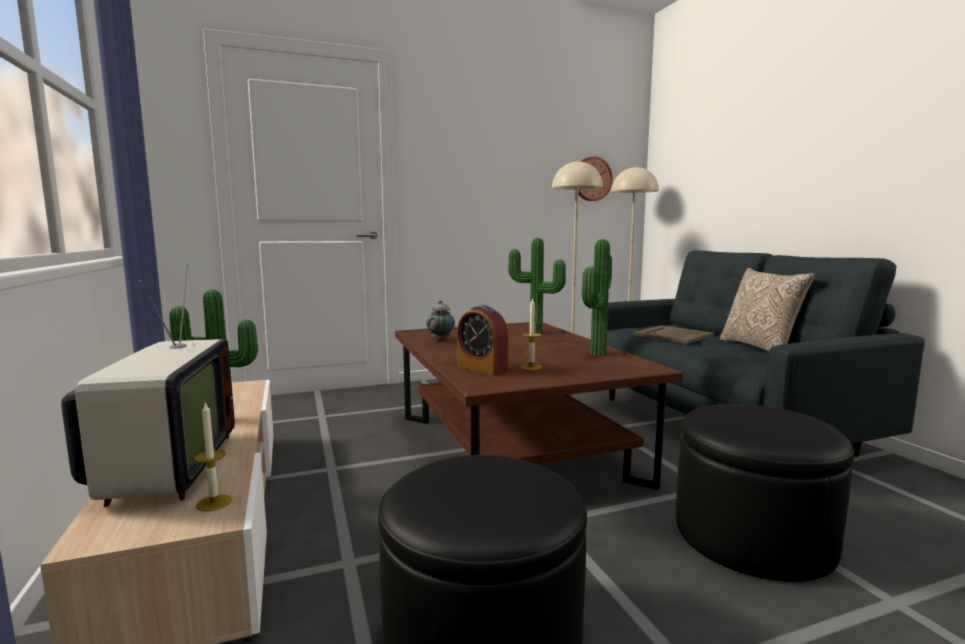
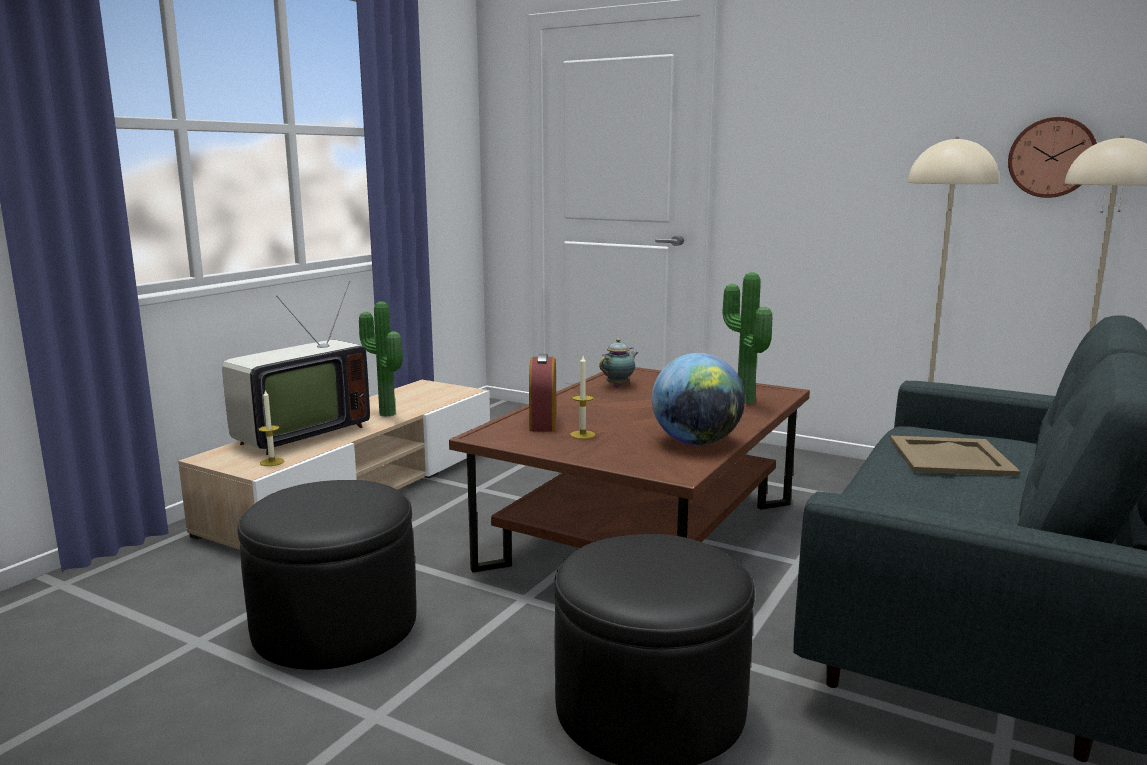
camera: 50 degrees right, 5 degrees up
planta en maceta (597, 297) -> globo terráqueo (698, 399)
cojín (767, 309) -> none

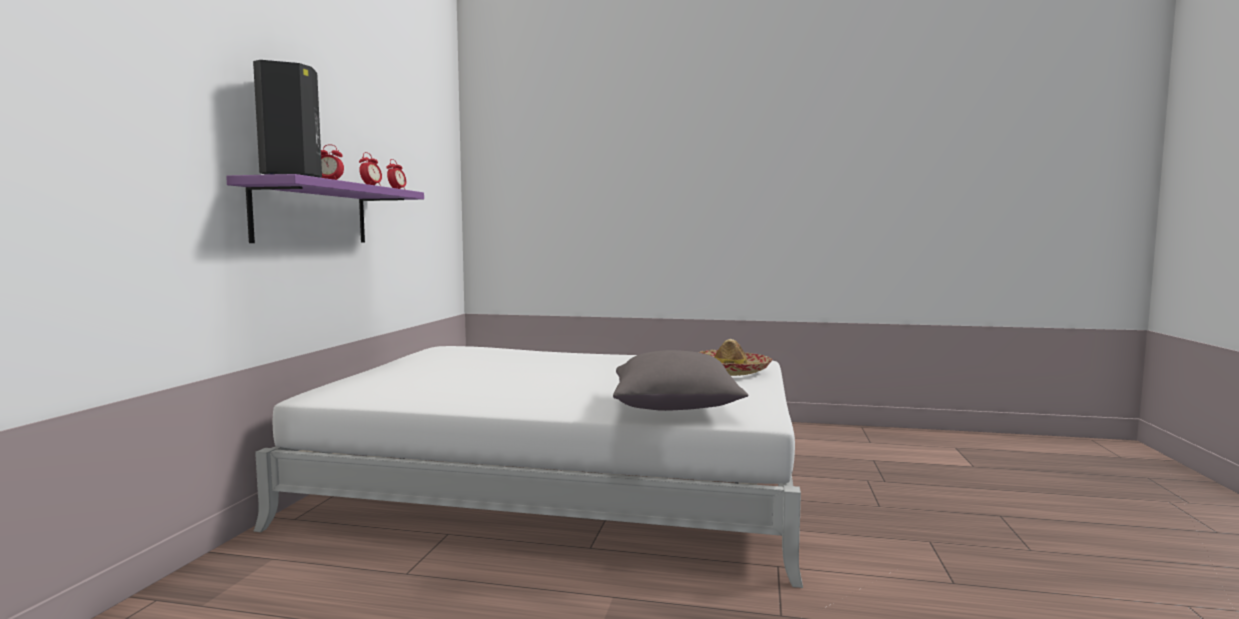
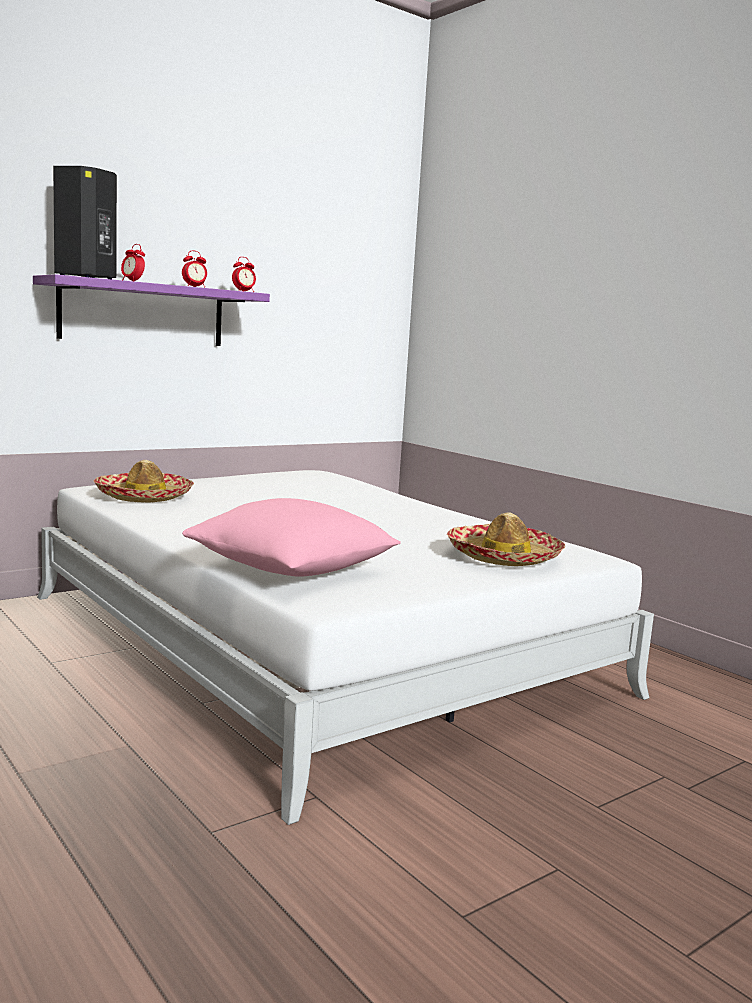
camera: 40 degrees right, 5 degrees up
cojín (gris) (680, 380) -> cojín (rosa) (291, 537)
none -> sombrero (144, 481)

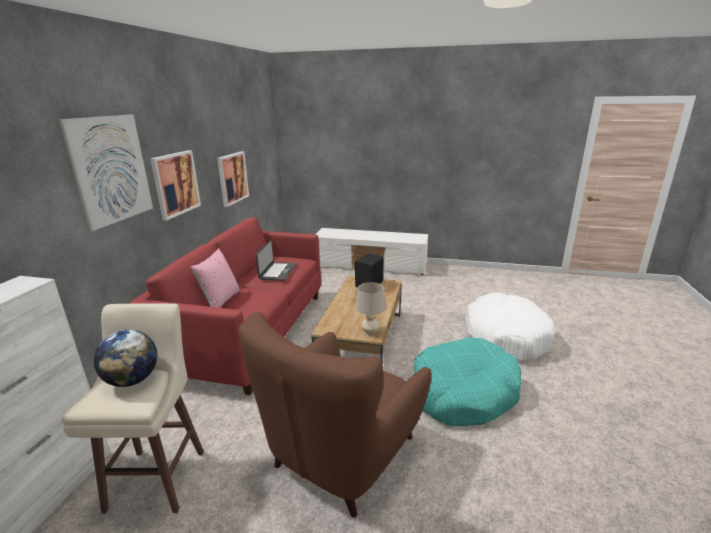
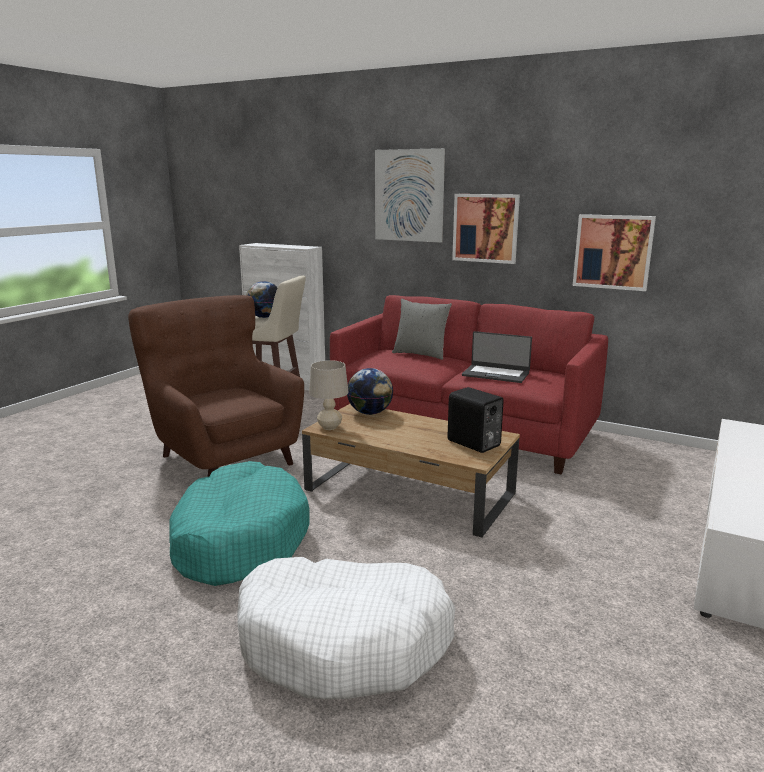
camera: 105 degrees right, 5 degrees down
cojín (rosa) (215, 278) -> cojín (gris) (422, 329)
none -> globo terráqueo (370, 391)

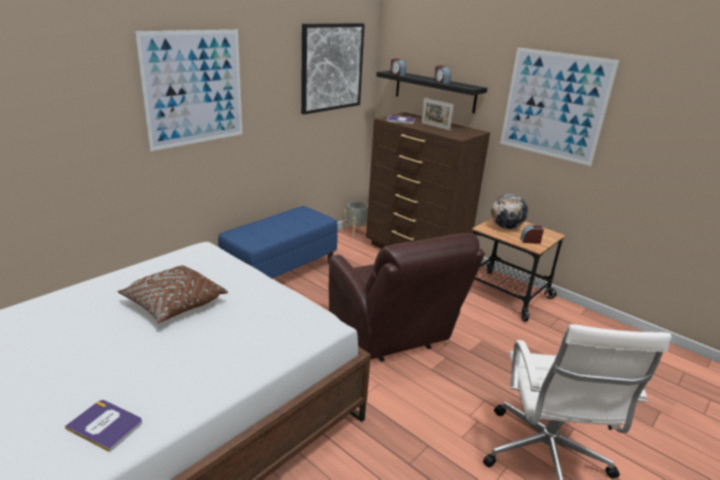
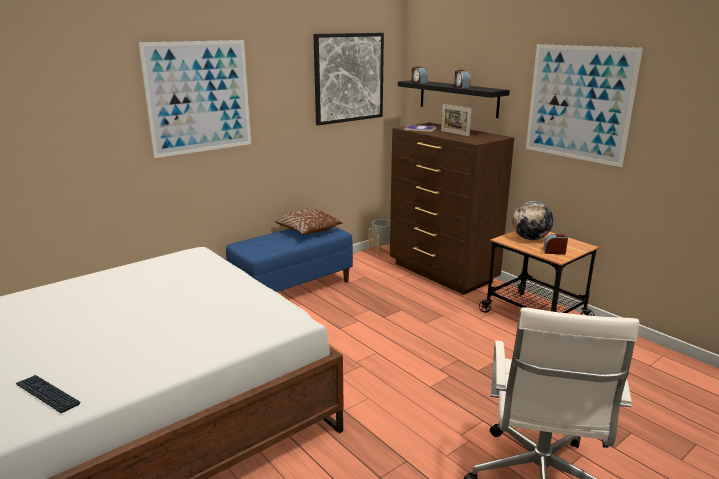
camera: 10 degrees right, 5 degrees down
sillón (marrón) (407, 297) -> none
cojín (marrón) (172, 294) -> cojín (marrón) (308, 222), moved
libro (103, 426) -> teclado (48, 394)

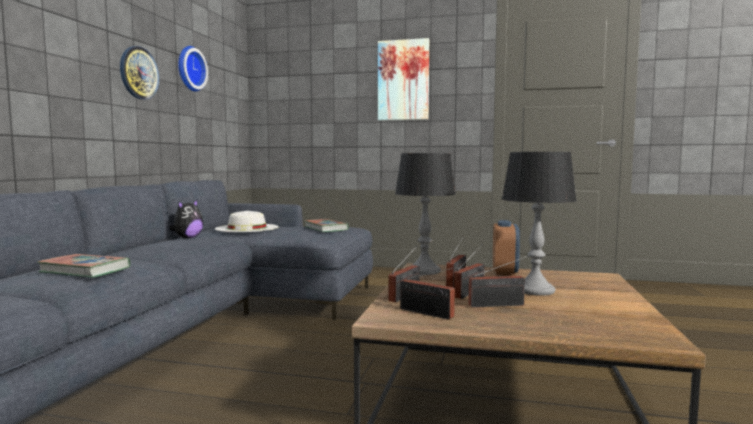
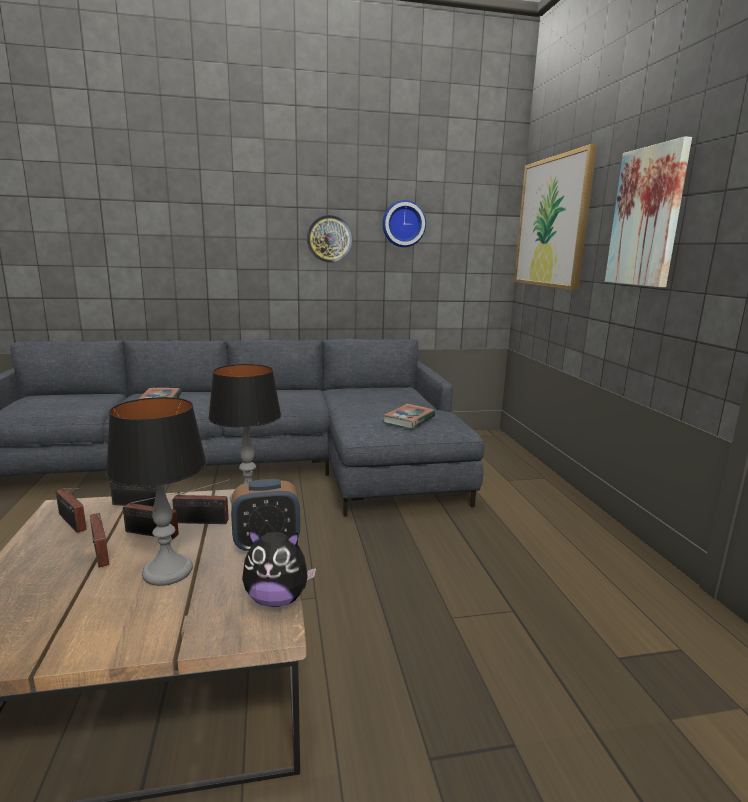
camera: 65 degrees right, 10 degrees up
peluche (187, 218) -> peluche (279, 568), moved
sombrero (blanco) (246, 221) -> none
radio (430, 293) -> radio (71, 510), 60 degrees counterclockwise
none -> cuadro (555, 217)

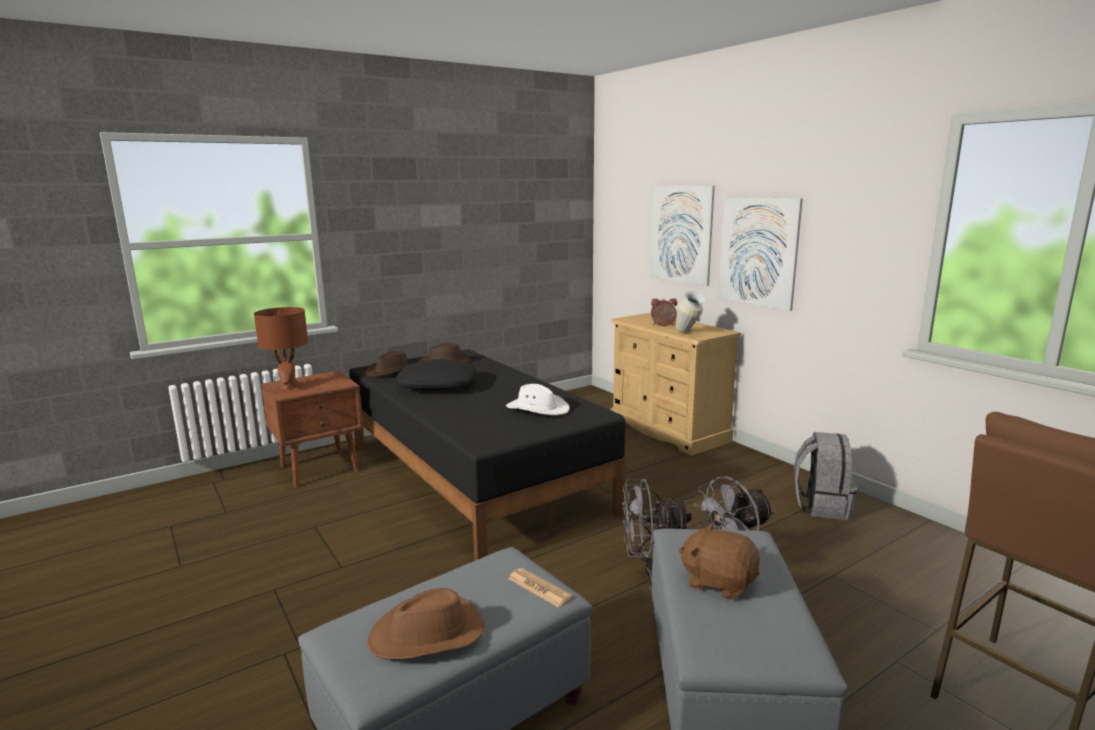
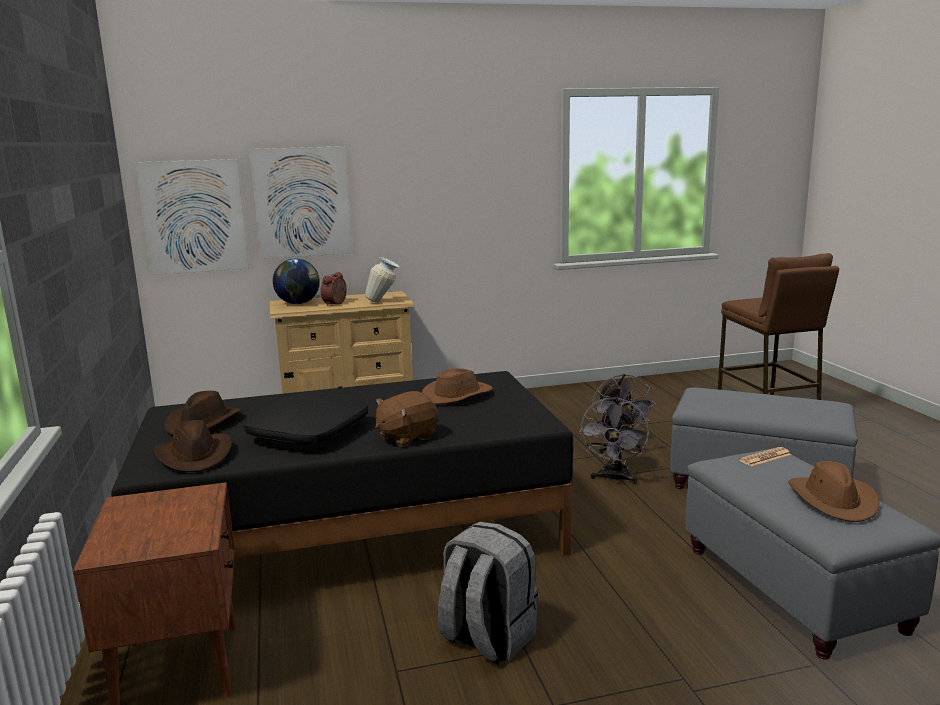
camera: 70 degrees left, 0 degrees up
cuadro (760, 254) -> cuadro (192, 217), moved
lámpara de mesa (marrón) (281, 348) -> none
sombrero (blanco) (538, 399) -> sombrero (marrón) (457, 386)
mochila (gris) (825, 476) -> mochila (gris) (488, 593), moved
peluche (marrón) (719, 562) -> peluche (marrón) (406, 419), moved
none -> globo terráqueo (296, 281)

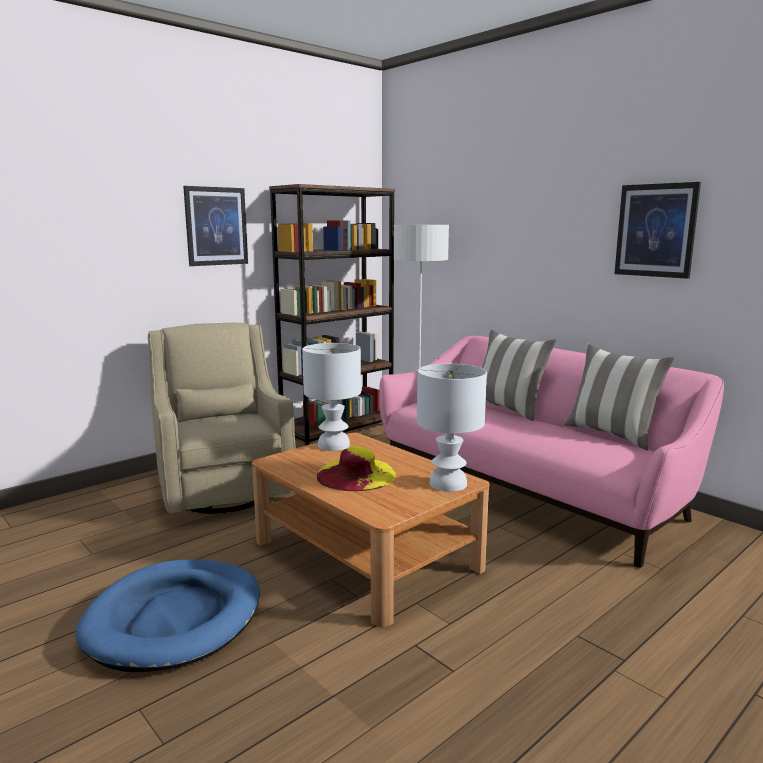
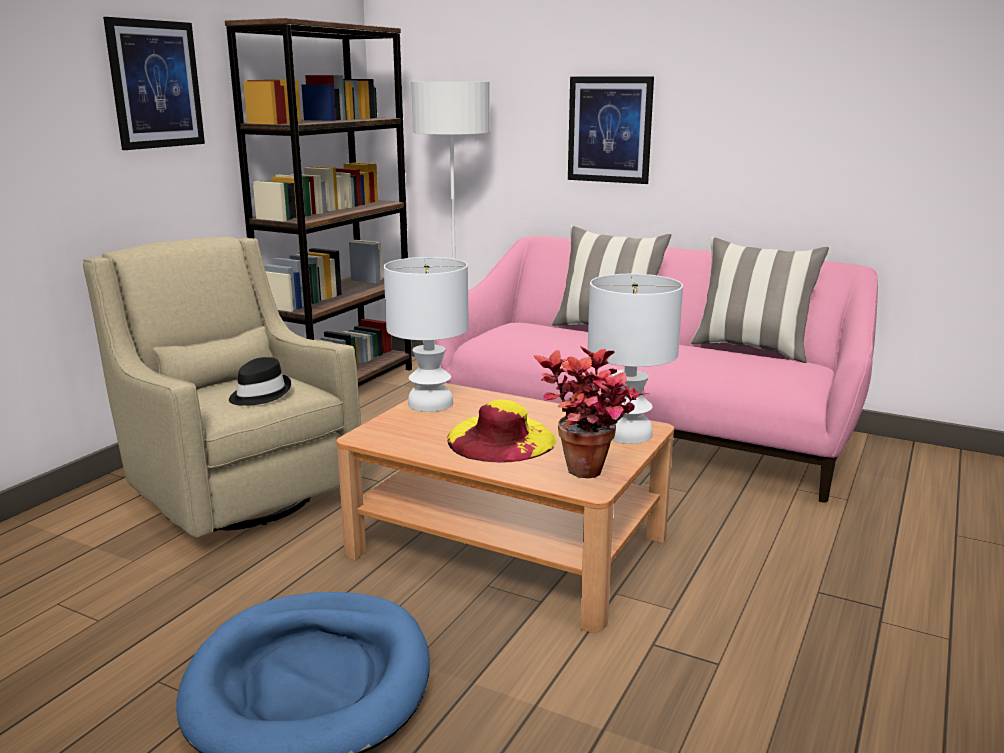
camera: 20 degrees left, 5 degrees up
cuadro (657, 230) -> cuadro (611, 130), moved
none -> planta en maceta (591, 412)
none -> sombrero (negro) (260, 381)

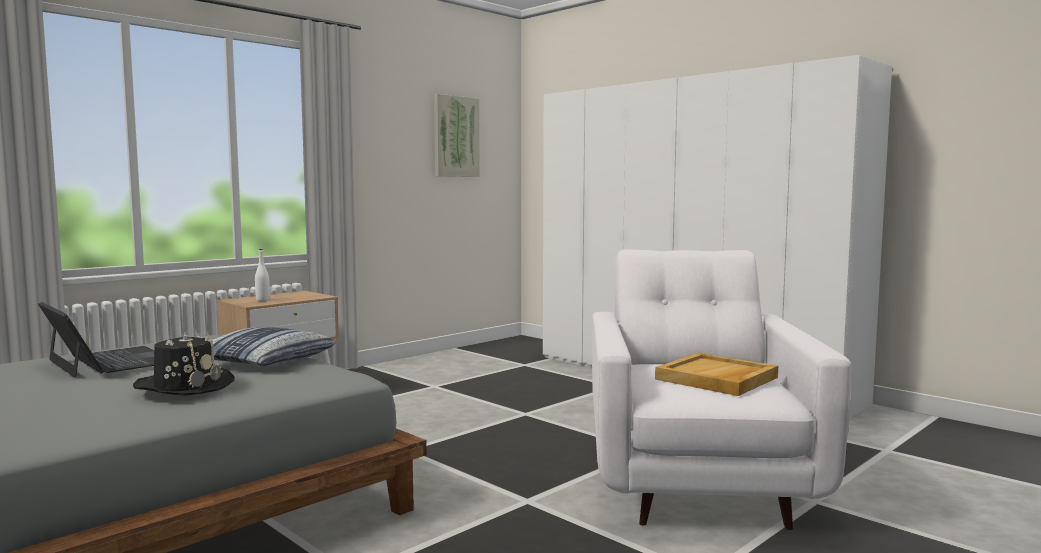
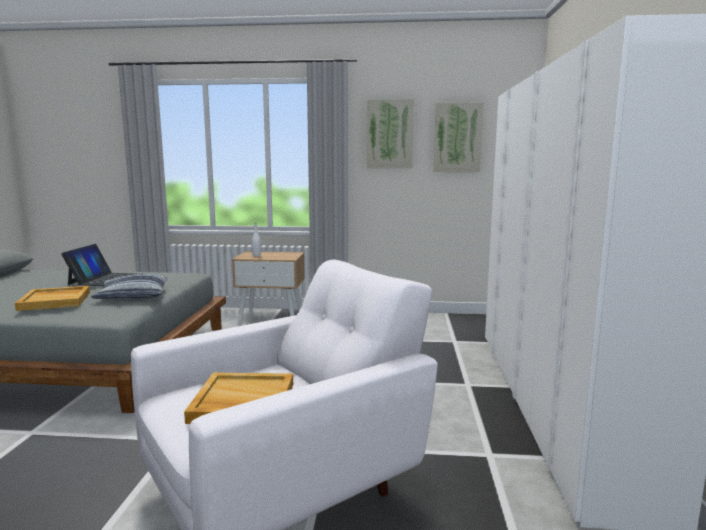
camera: 50 degrees right, 5 degrees up
sombrero (negro) (184, 363) -> bandeja (beis) (52, 298)
none -> cuadro (390, 133)

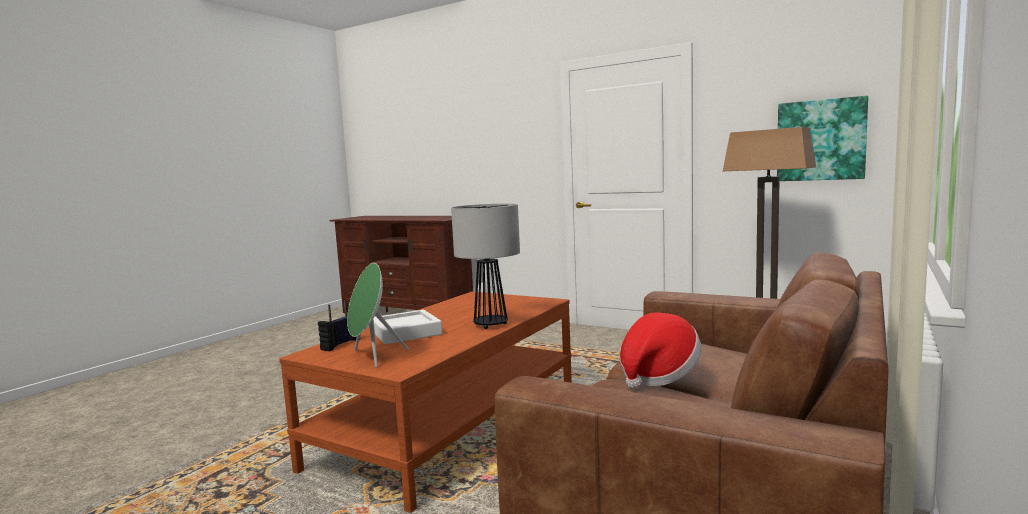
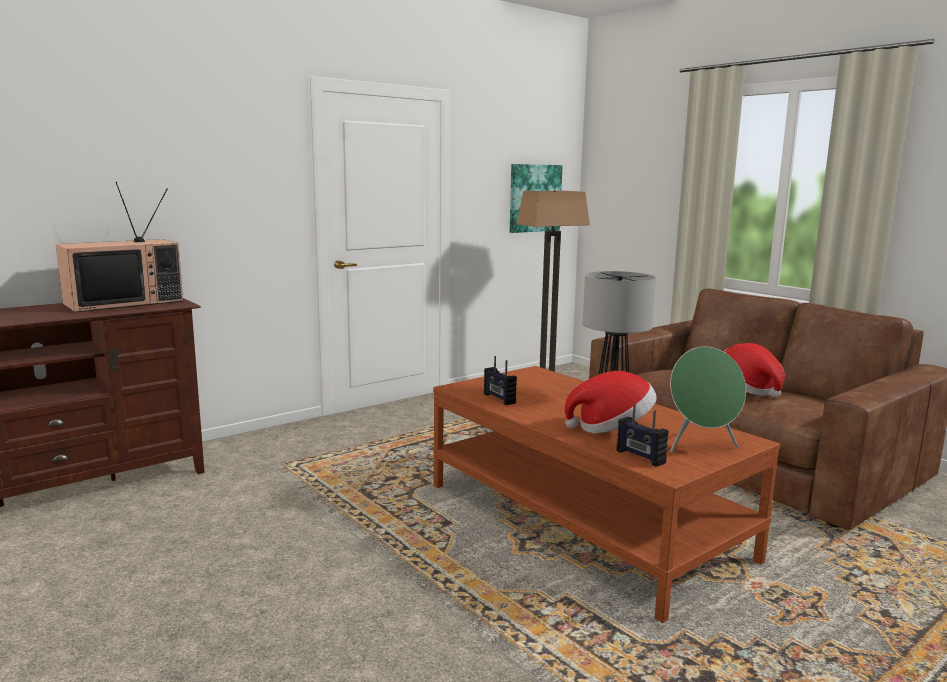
camera: 70 degrees left, 5 degrees up
bandeja (blanco) (407, 327) -> sombrero (611, 402)
none -> televisor (119, 247)
none -> radio (500, 380)

